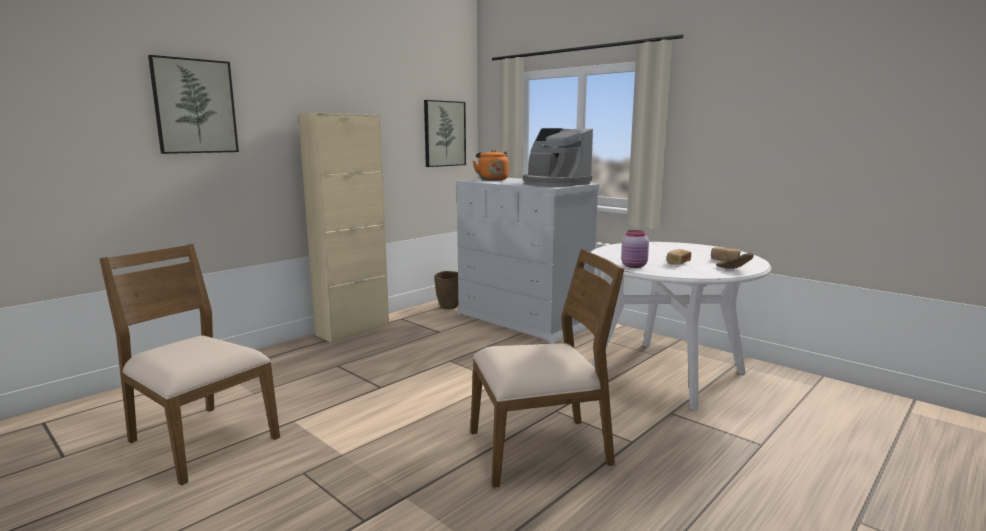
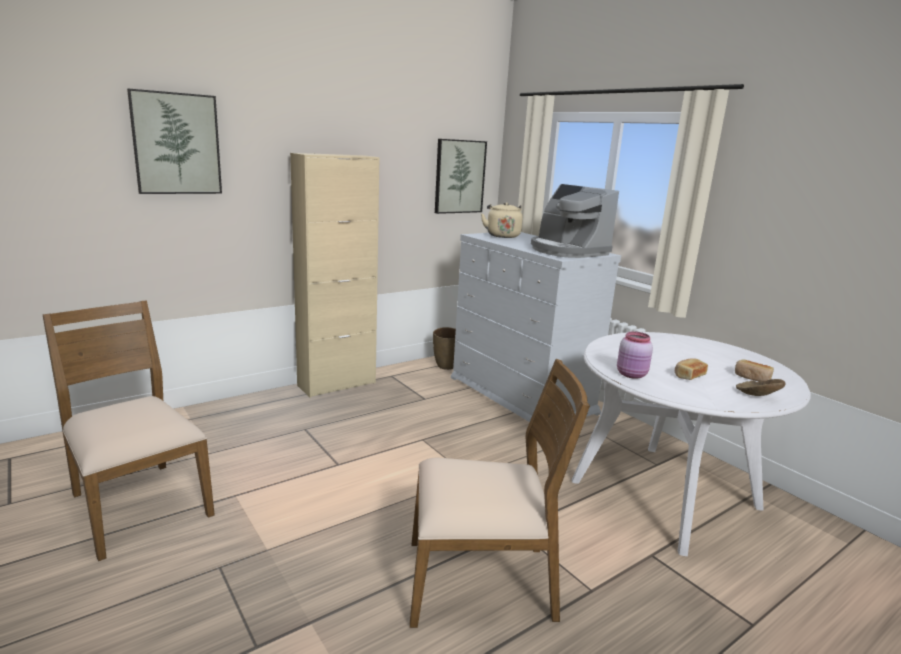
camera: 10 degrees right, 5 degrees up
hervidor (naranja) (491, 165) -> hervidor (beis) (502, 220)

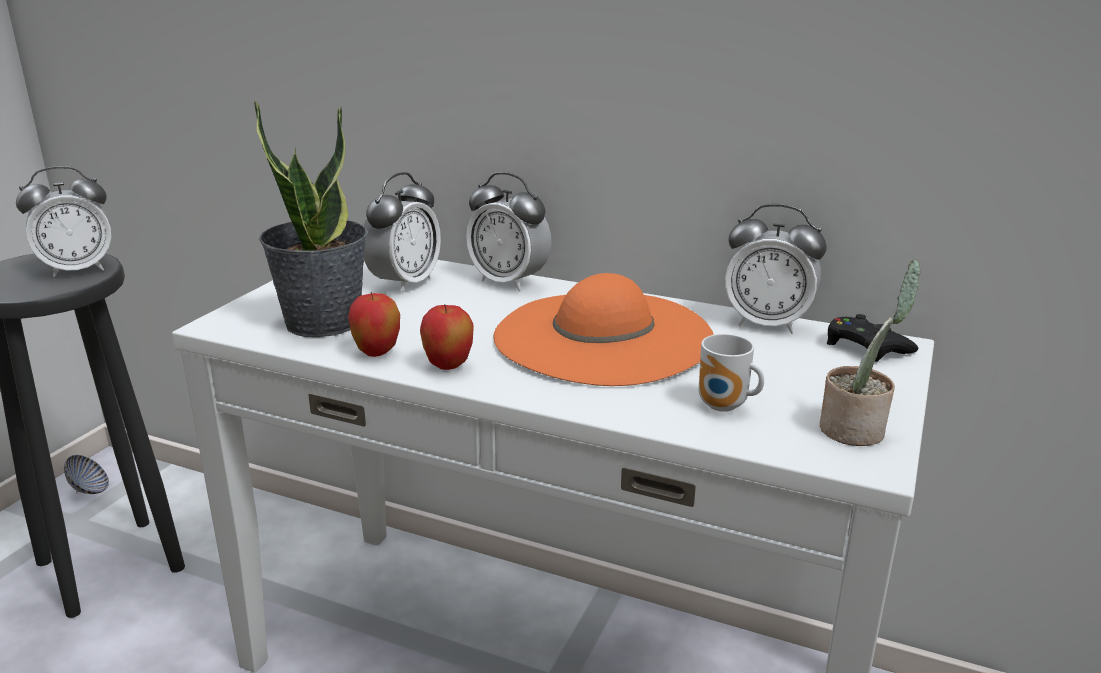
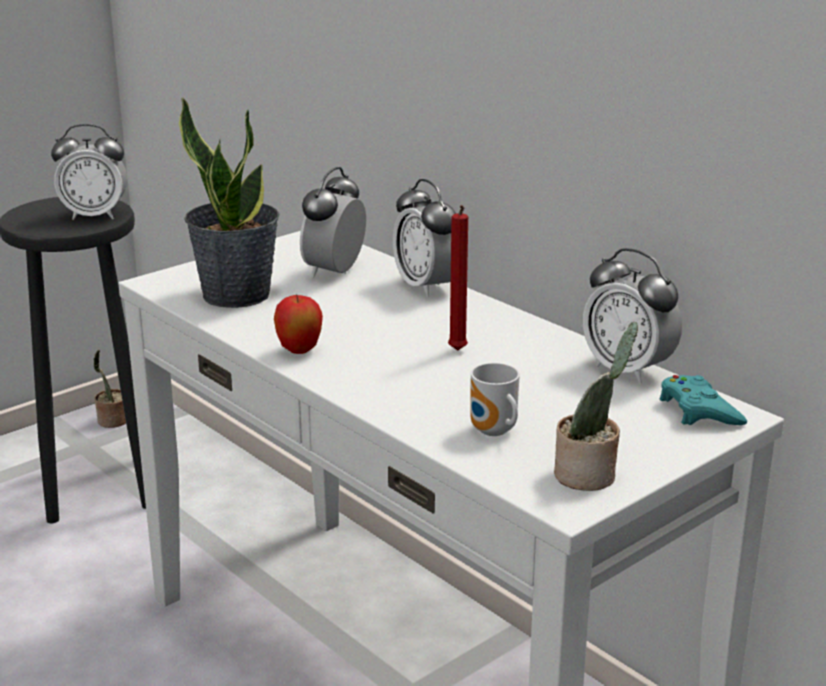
camera: 25 degrees right, 0 degrees up
despertador (402, 233) -> despertador (333, 222), 150 degrees clockwise
sombrero (naranja) (603, 329) -> vela (rojo) (458, 278)
manzana (374, 324) -> none
mando de consola (negro) (873, 338) -> mando de consola (turquesa) (703, 400)
cuenco (86, 474) -> planta en maceta (109, 389)

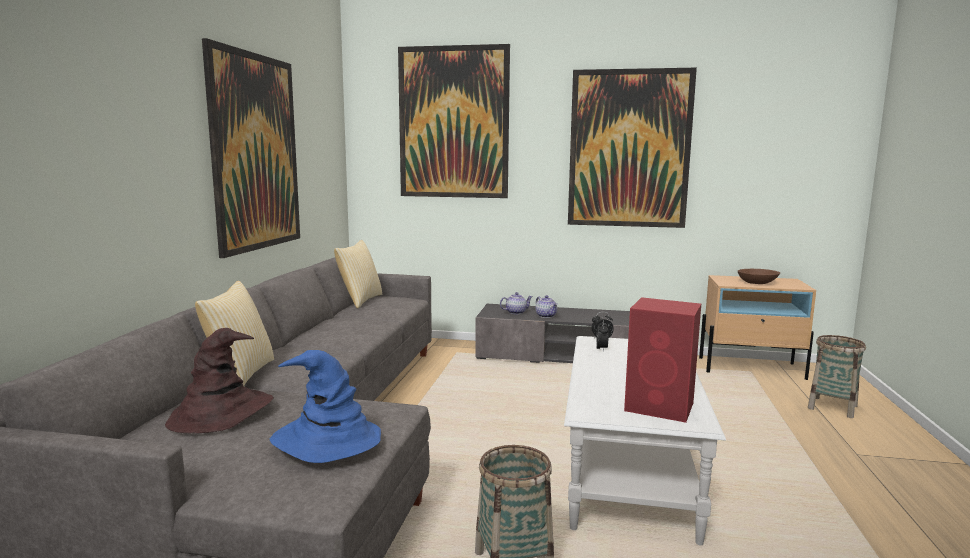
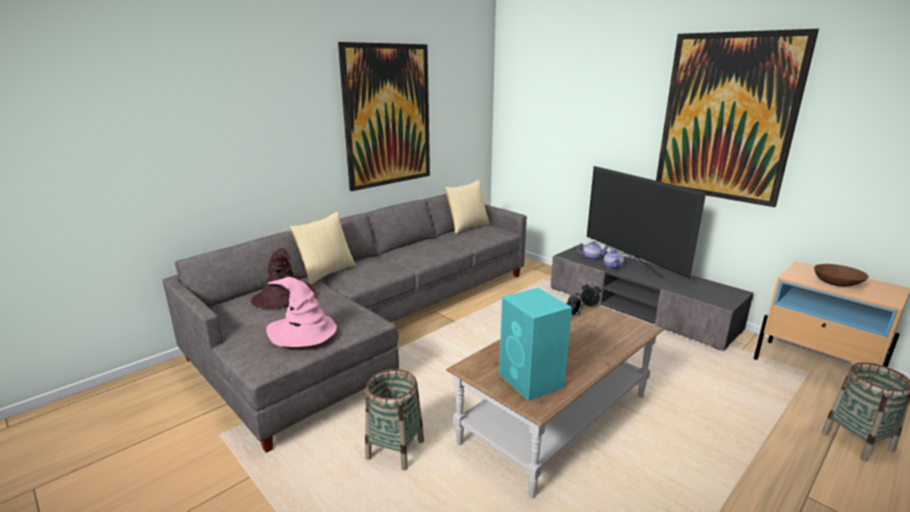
camera: 35 degrees right, 10 degrees up
cuadro (454, 121) -> none
altavoz (rojo) (662, 360) -> altavoz (turquesa) (535, 344)
mesa de centro (blanco) (645, 440) -> mesa de centro (marrón) (554, 397)
sombrero (azul) (325, 406) -> sombrero (rosa) (301, 312)
none -> televisor (646, 222)

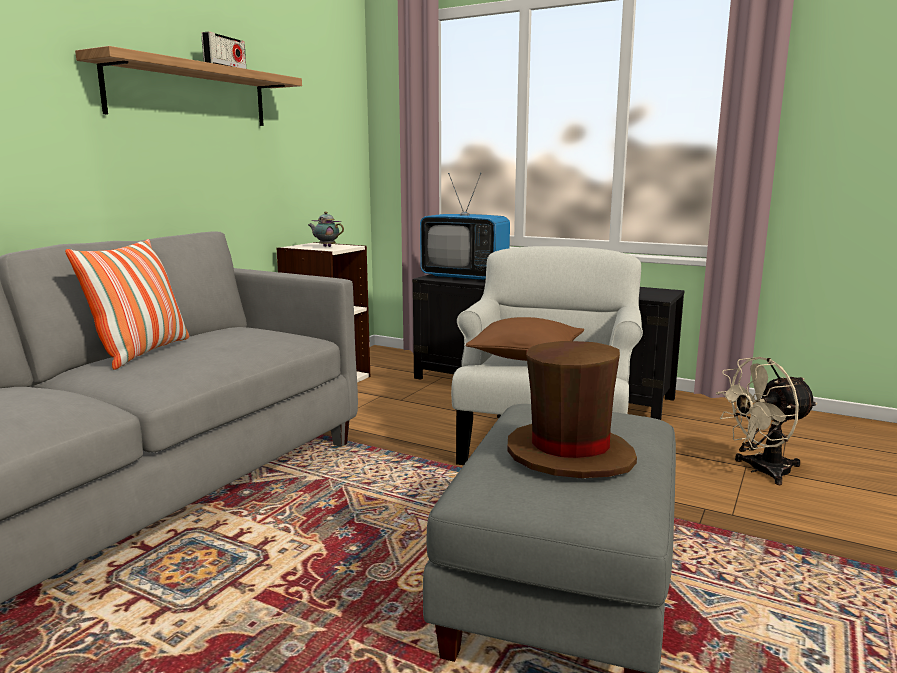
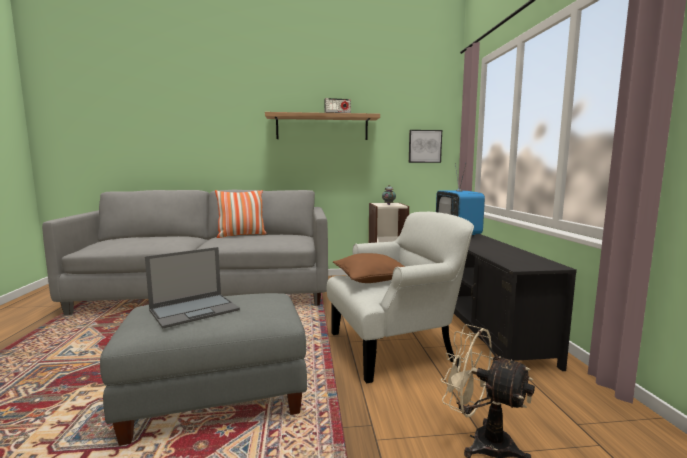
camera: 55 degrees right, 5 degrees down
sombrero (marrón) (572, 409) -> portátil (192, 287)
none -> cuadro (425, 146)

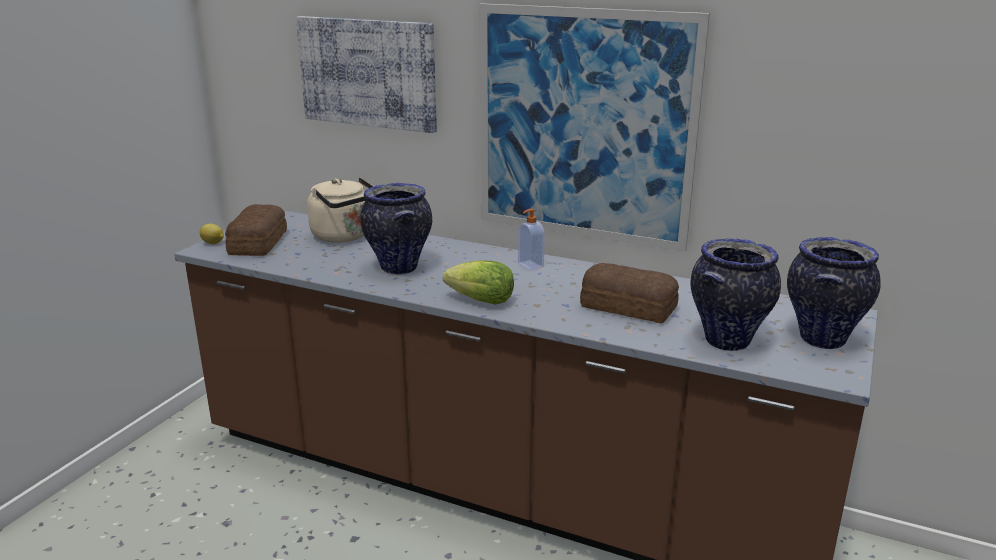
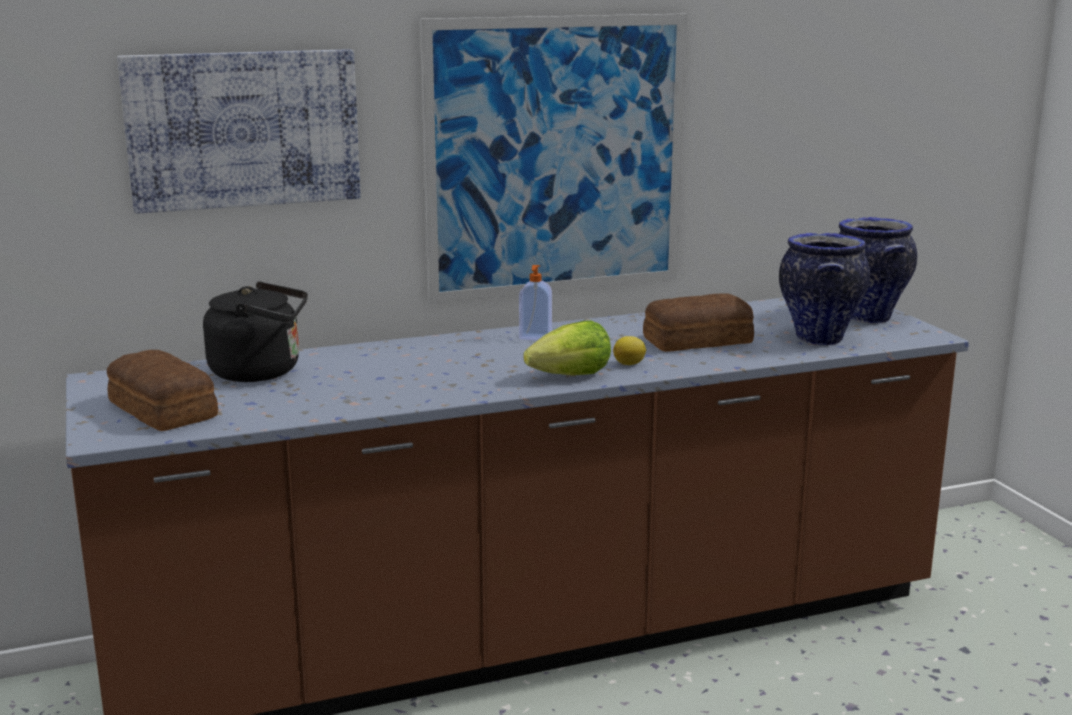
camera: 45 degrees left, 5 degrees down
hervidor (beis) (340, 210) -> hervidor (negro) (255, 332)
florero (396, 229) -> none
limón (212, 234) -> limón (629, 350), moved

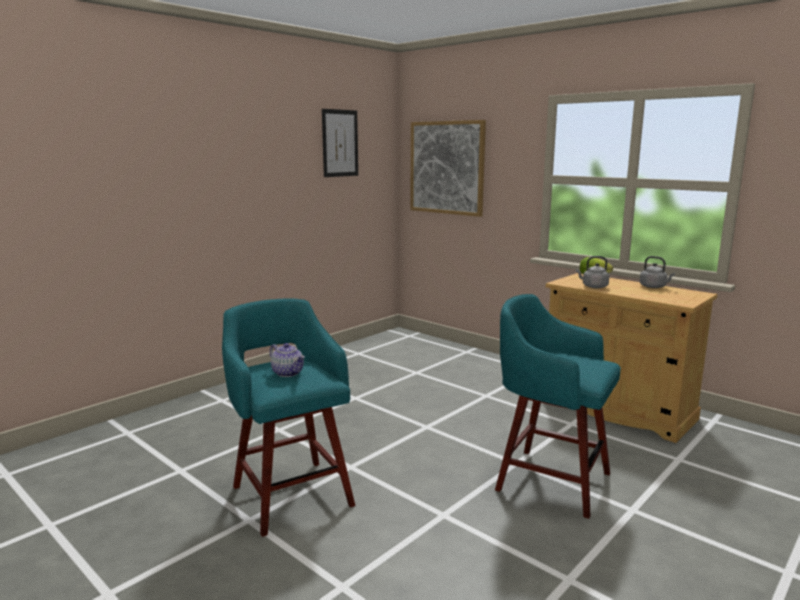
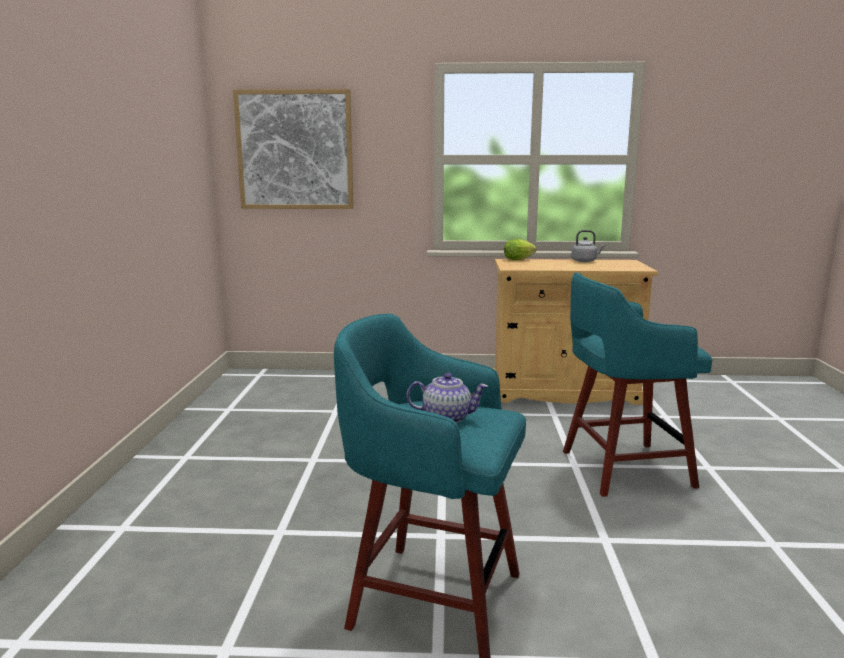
camera: 40 degrees left, 0 degrees up
cuadro (340, 143) -> none
hervidor (gris) (592, 272) -> none

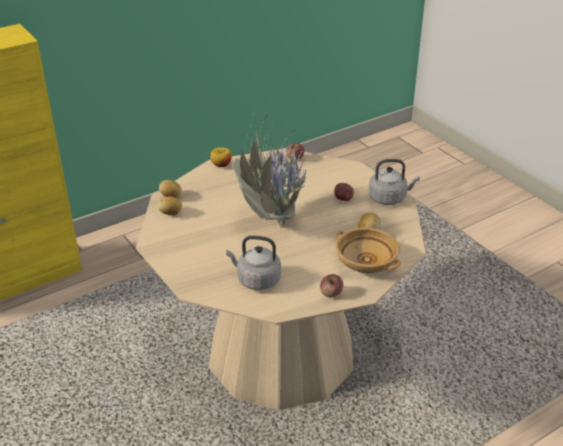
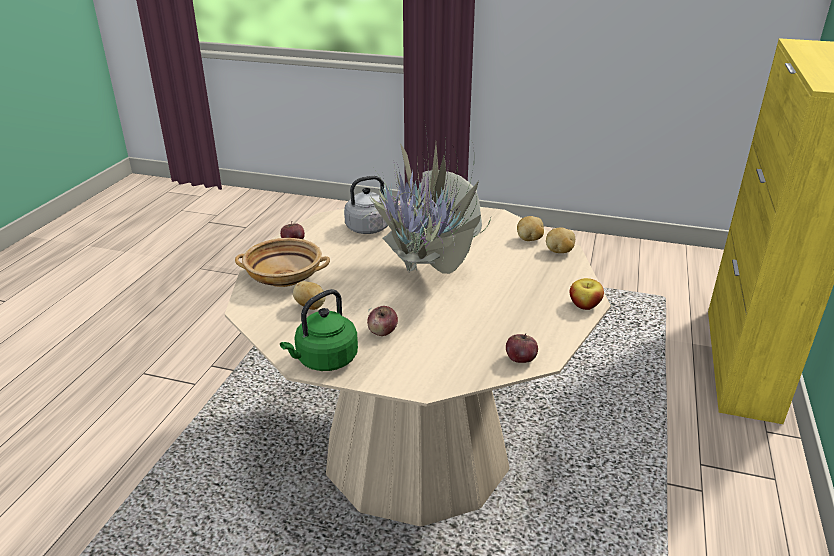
camera: 140 degrees right, 5 degrees down
hervidor (gris) (394, 182) -> hervidor (verde) (319, 330)

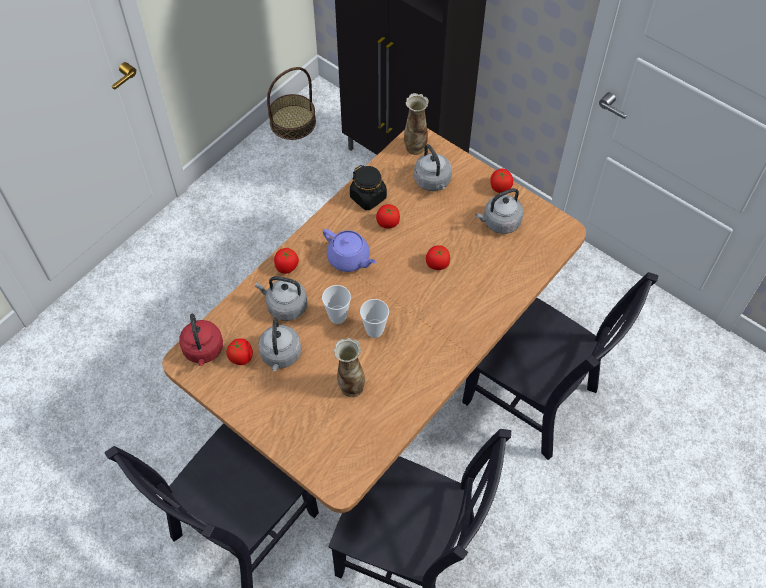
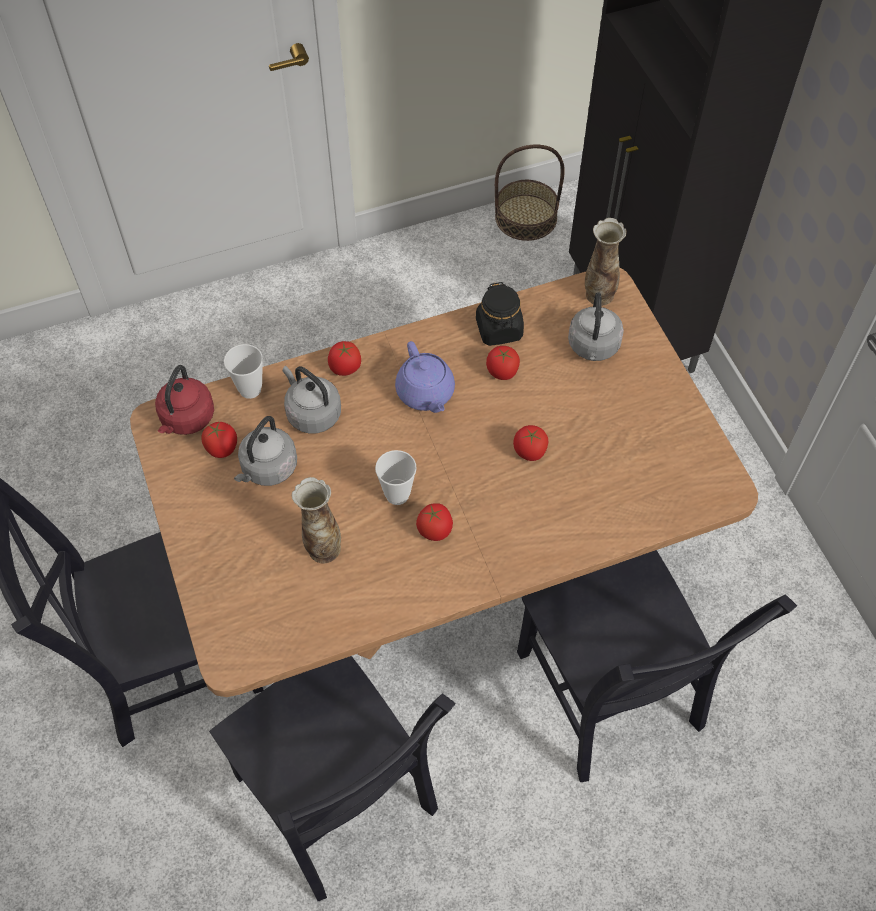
camera: 30 degrees right, 0 degrees up
tomate (501, 180) -> tomate (434, 522), moved
hervidor (gris) (499, 211) -> none
taza (336, 304) -> taza (243, 371), moved

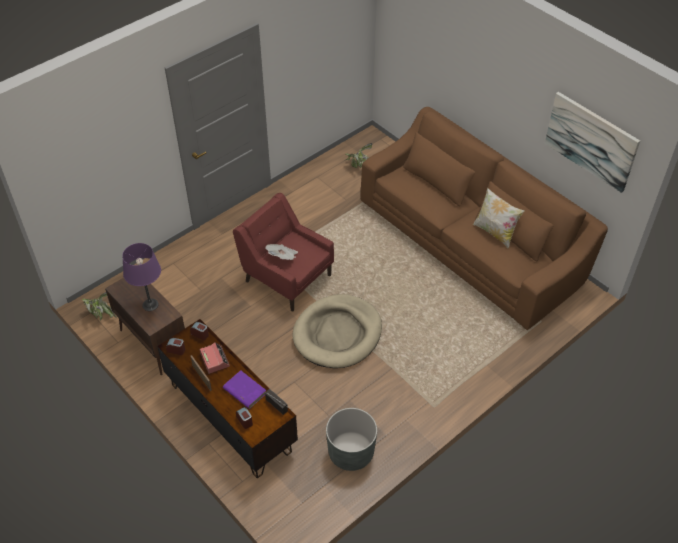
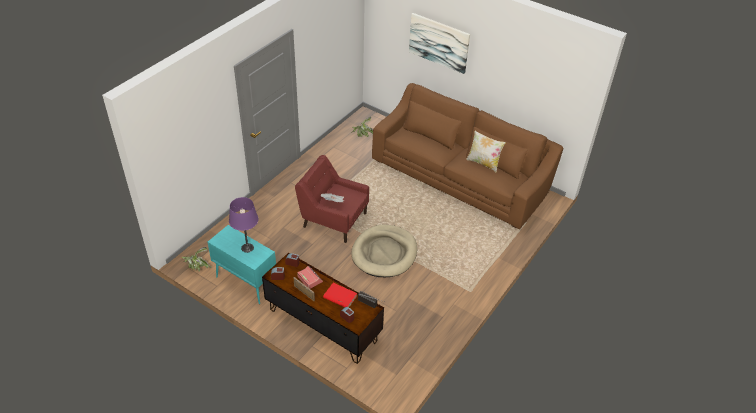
camera: 15 degrees left, 5 degrees down
cuadro (592, 142) -> cuadro (439, 43), moved
armario (marrón) (145, 326) -> armario (turquesa) (242, 264)
libro (morado) (244, 389) -> libro (rojo) (340, 295)
maceta (gris) (351, 439) -> none

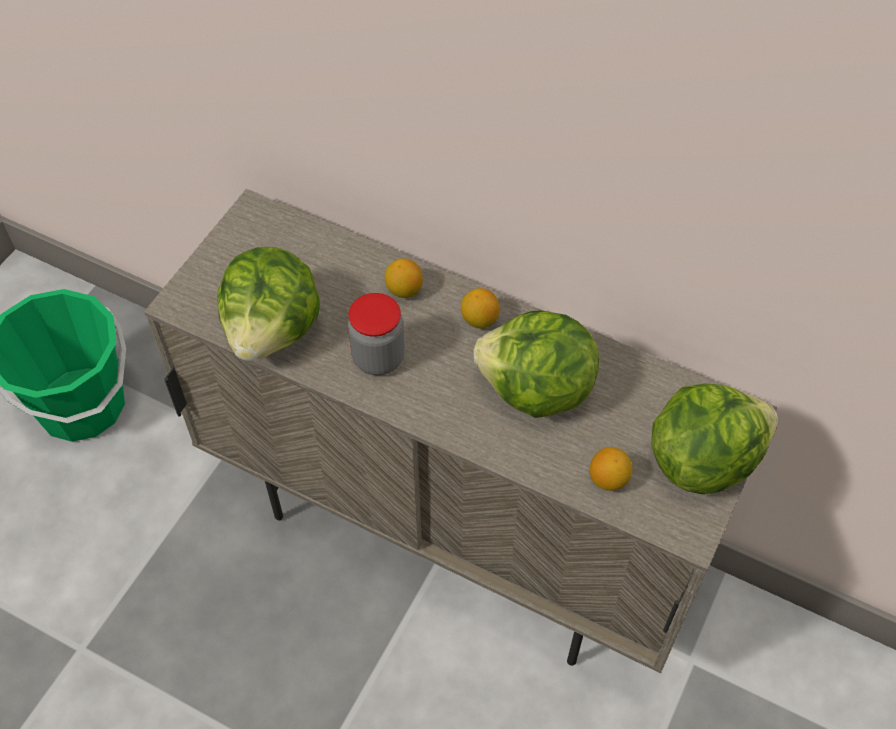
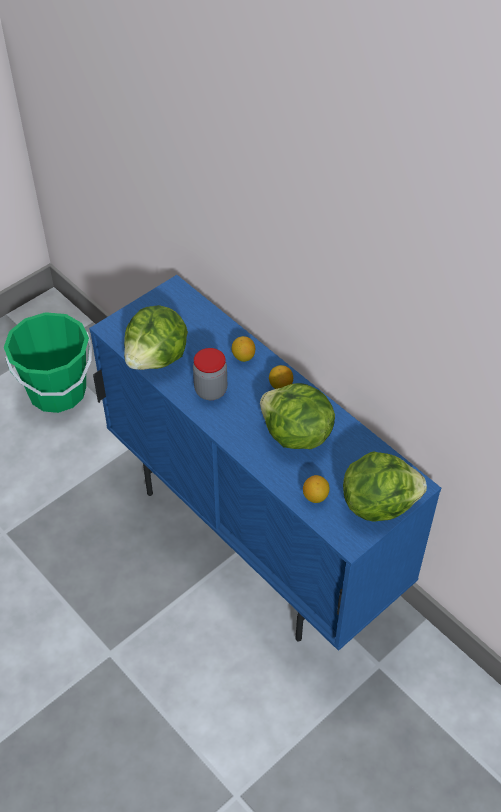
camera: 20 degrees right, 5 degrees down
armario (beis) (460, 431) -> armario (azul) (265, 463)

